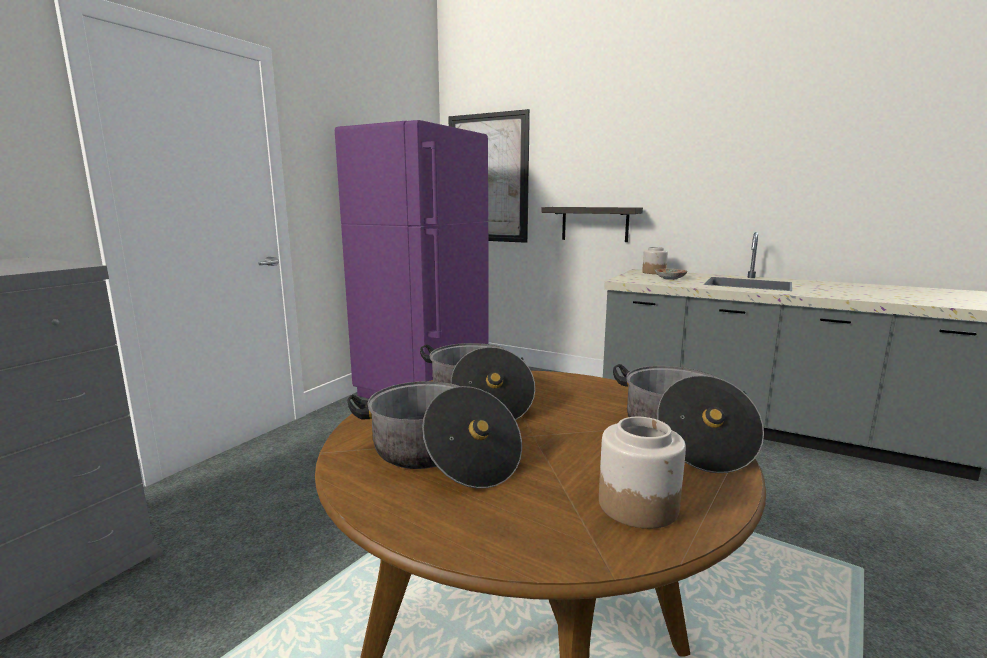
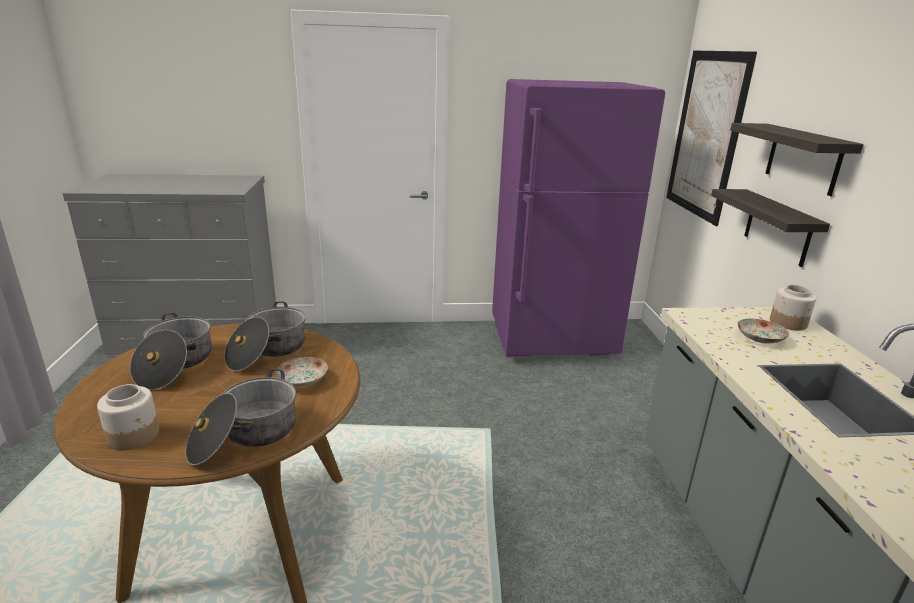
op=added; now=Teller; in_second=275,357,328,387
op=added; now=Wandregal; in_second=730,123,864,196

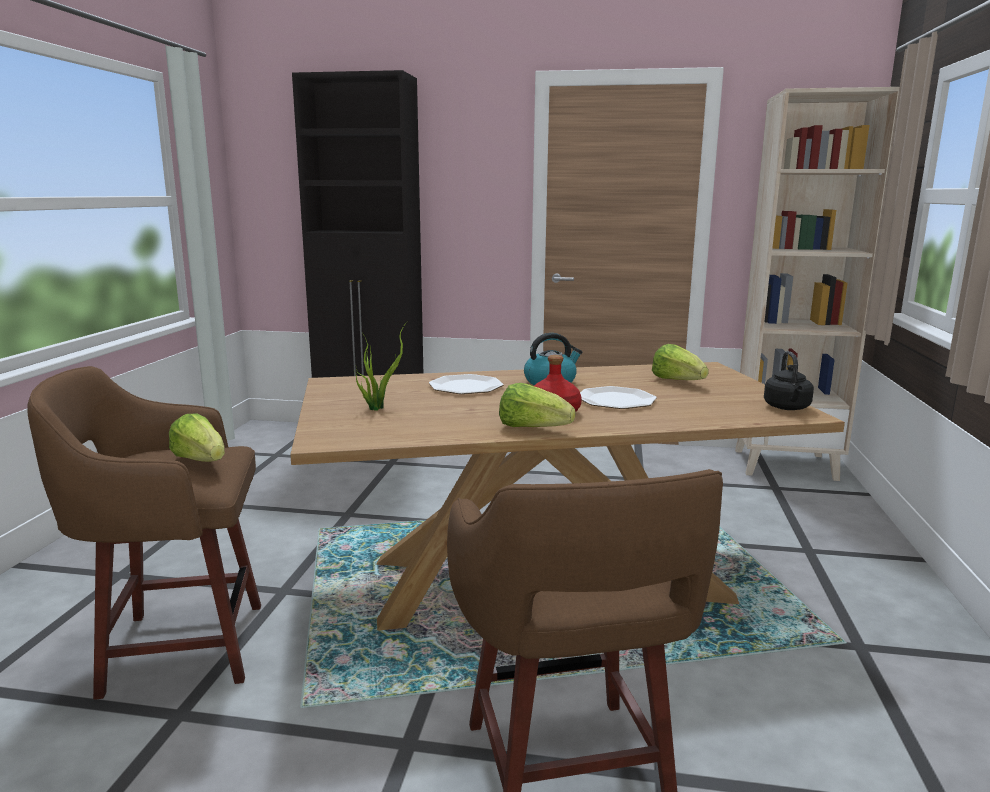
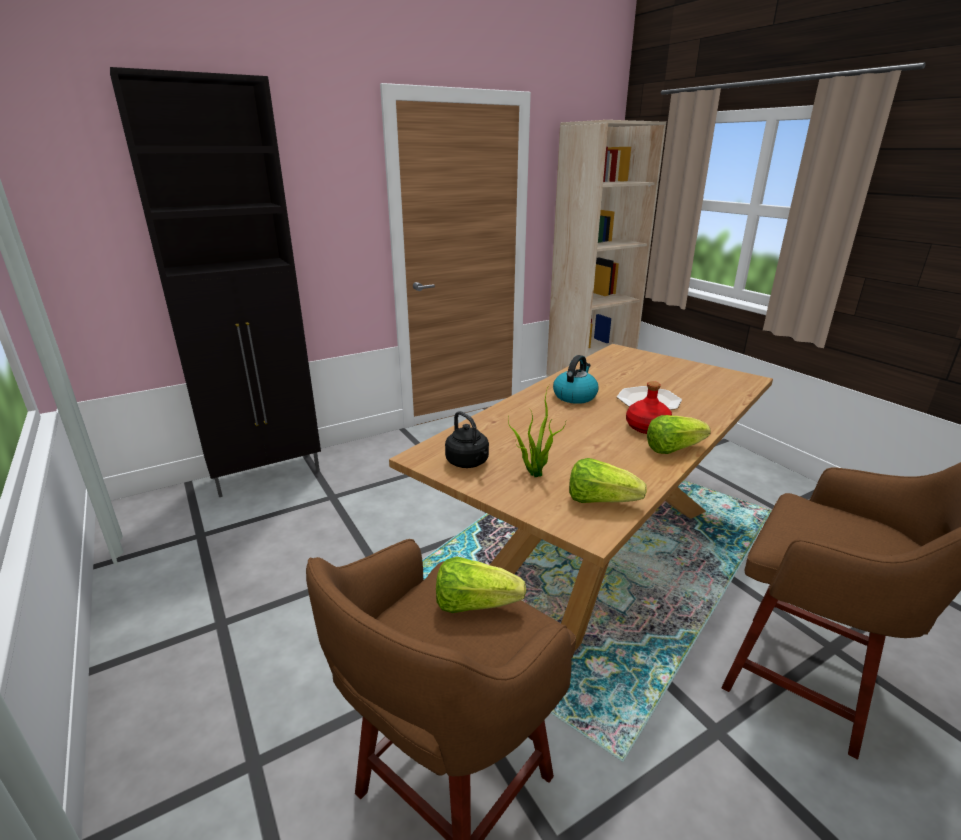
op=moved; was=Wasserkessel [schwarz]; in_first=764,351,814,410; in_second=445,411,489,468
op=moved; was=Salatkopf; in_first=652,344,709,380; in_second=569,458,647,503
op=removed; was=Teller; in_first=429,374,504,394

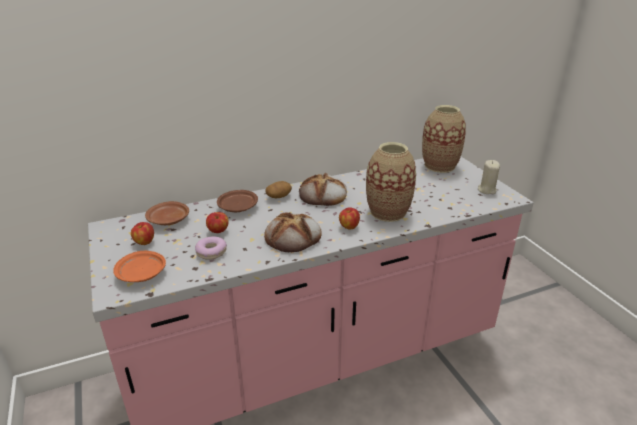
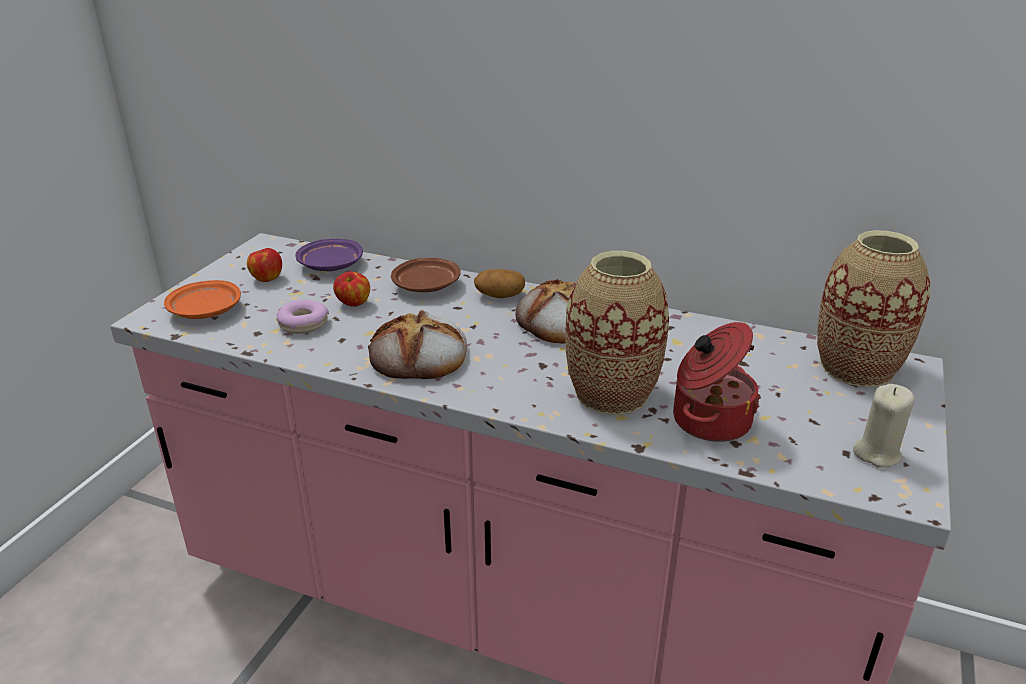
op=recoloured; was=Teller [braun]; now=Teller [lila]; in_first=145,201,189,225; in_second=295,239,363,271
op=added; now=Kochtopf; in_second=673,322,761,442
op=removed; was=Apfel; in_first=339,207,360,230

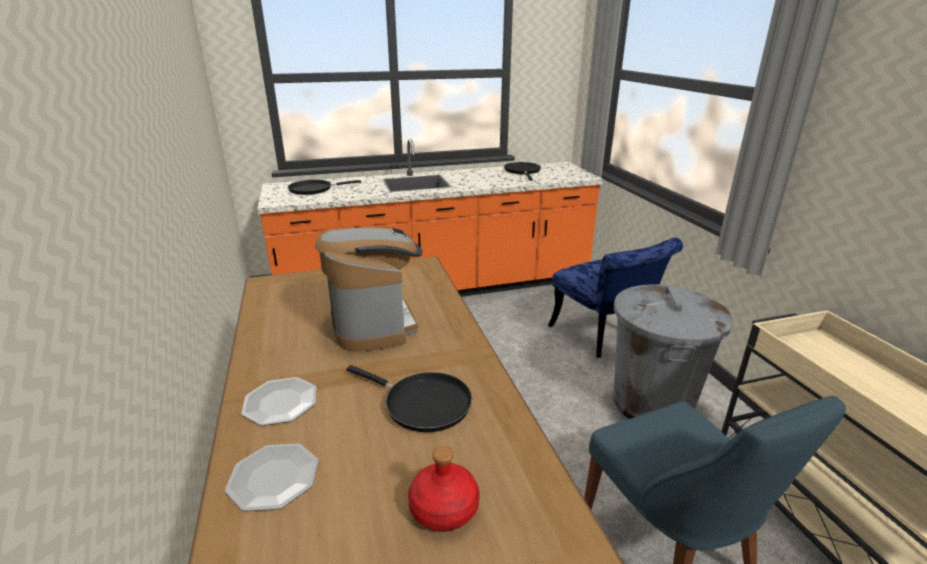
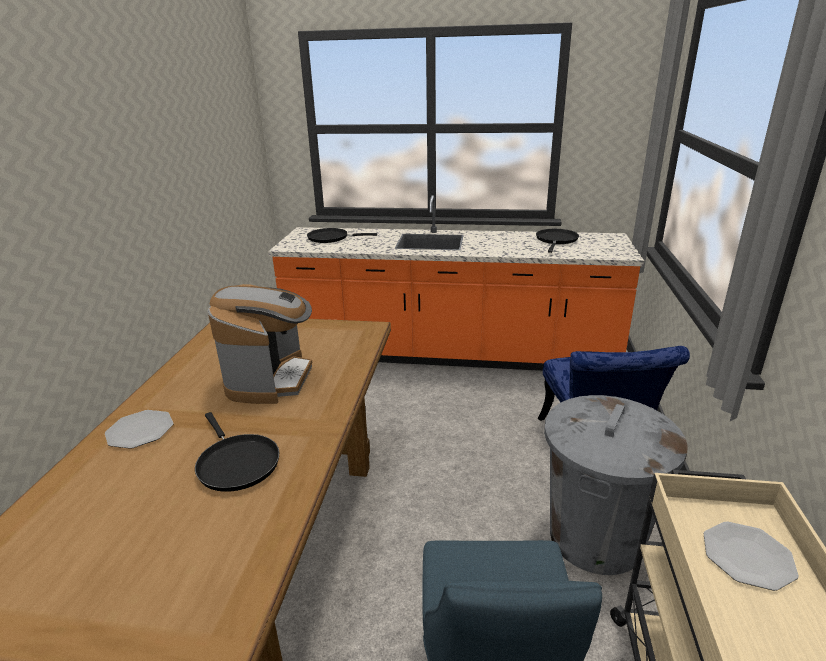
op=moved; was=Teller; in_first=225,444,319,511; in_second=703,522,799,591
op=removed; was=Flasche [rot]; in_first=408,446,480,532

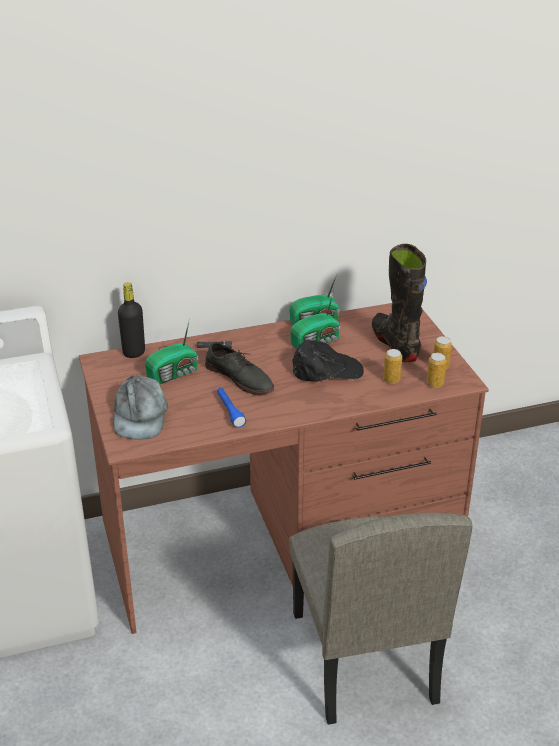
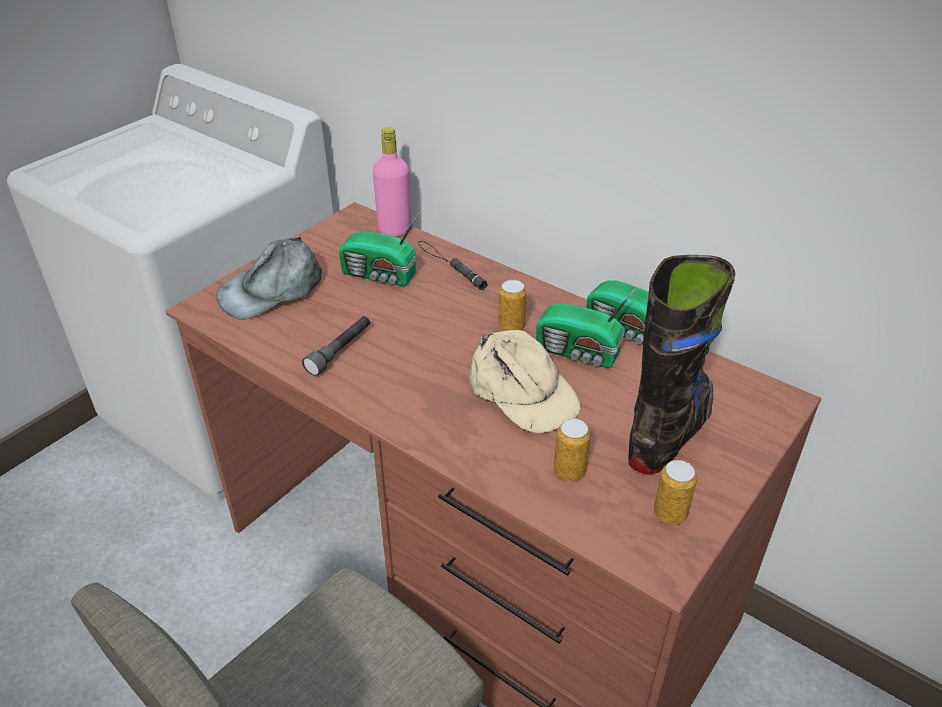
op=recoloured; was=Taschenlampe [blau]; now=Taschenlampe [grau]; in_first=217,388,246,428; in_second=302,316,370,376
op=recoloured; was=Flasche [schwarz]; now=Flasche [rosa]; in_first=118,282,145,358; in_second=372,127,411,237
op=recoloured; was=Kappe [schwarz]; now=Kappe [beige]; in_first=292,340,364,382; in_second=468,330,581,433
op=moved; was=Dose; in_first=427,353,447,388; in_second=498,280,527,331
op=removed; was=Schuh [grau]; in_first=205,342,274,395

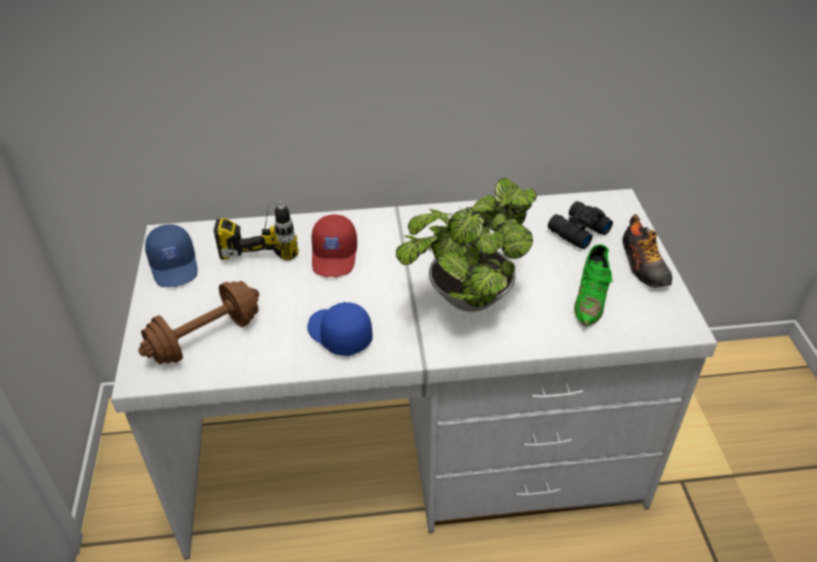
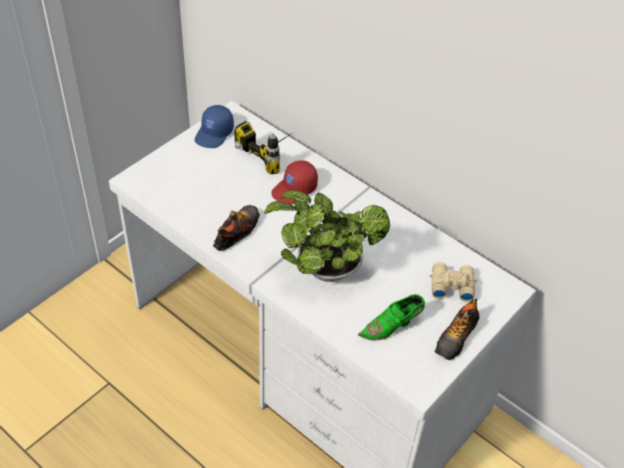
op=replaced; was=Kappe [blau]; now=Schuh; in_first=307,302,373,356; in_second=213,205,260,251
op=recoloured; was=Fernglas [schwarz]; now=Fernglas [beige]; in_first=548,201,613,249; in_second=430,262,478,302
op=removed; was=Hantel [braun]; in_first=138,281,259,364

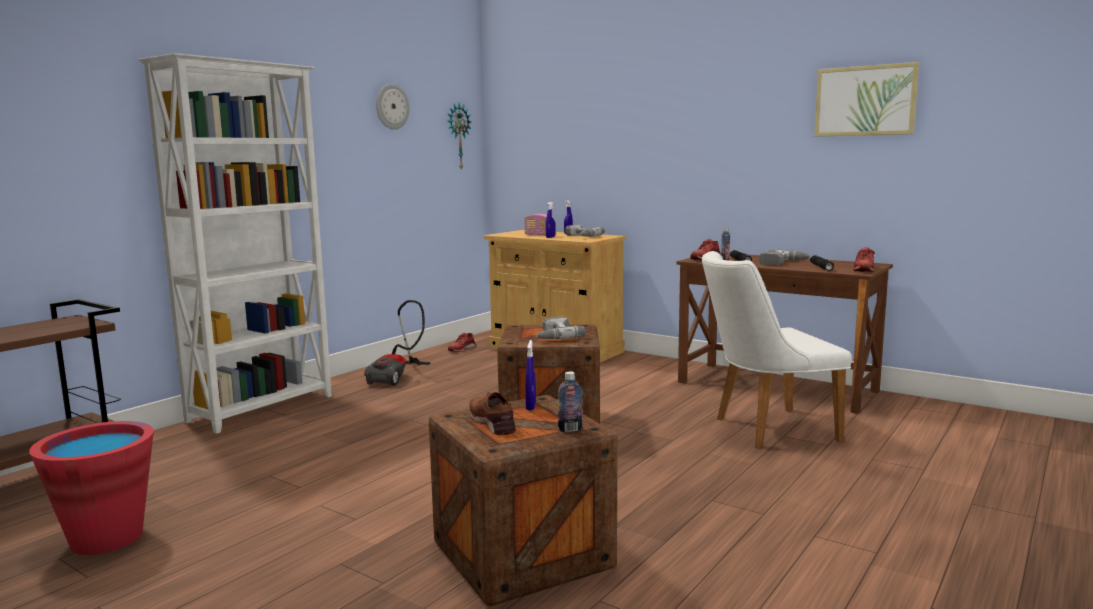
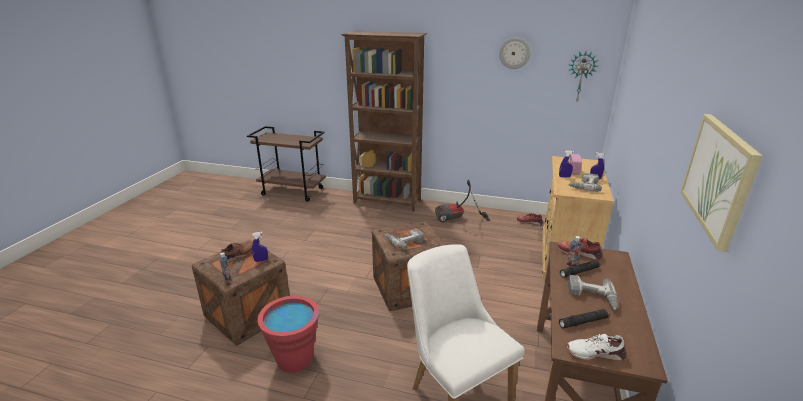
op=moved; was=Eimer [rot]; in_first=29,421,154,555; in_second=257,296,319,373
op=recoloured; was=Bücherregal [weiß]; now=Bücherregal [braun]; in_first=138,53,332,434; in_second=341,31,427,212
op=recoloured; was=Schuh [rot]; now=Schuh [weiß]; in_first=853,247,875,272; in_second=567,334,626,361

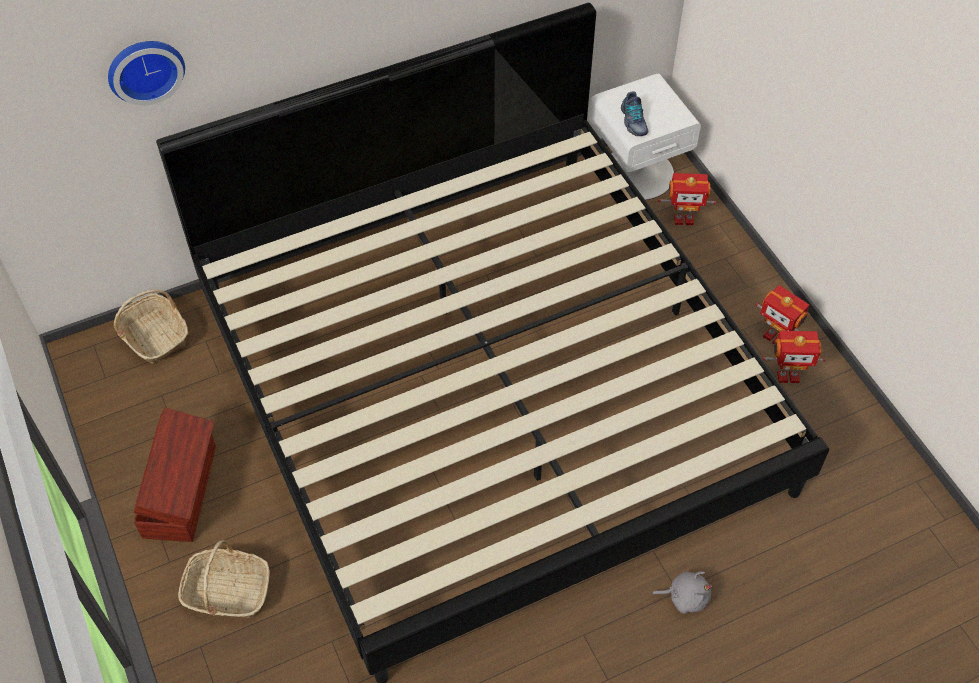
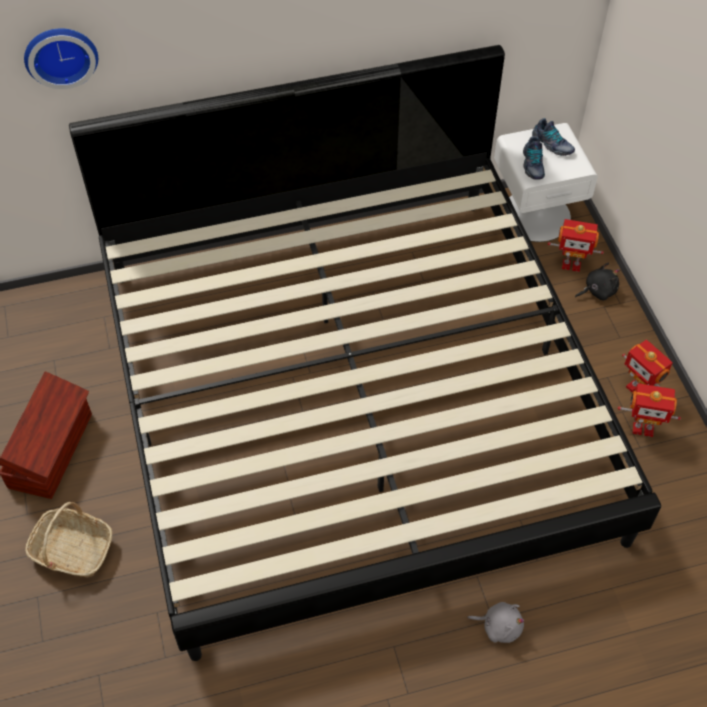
op=added; now=Schuh; in_second=532,118,575,156
op=added; now=Plüschtier [schwarz]; in_second=575,263,619,300
op=removed; was=Korb; in_first=114,289,188,364

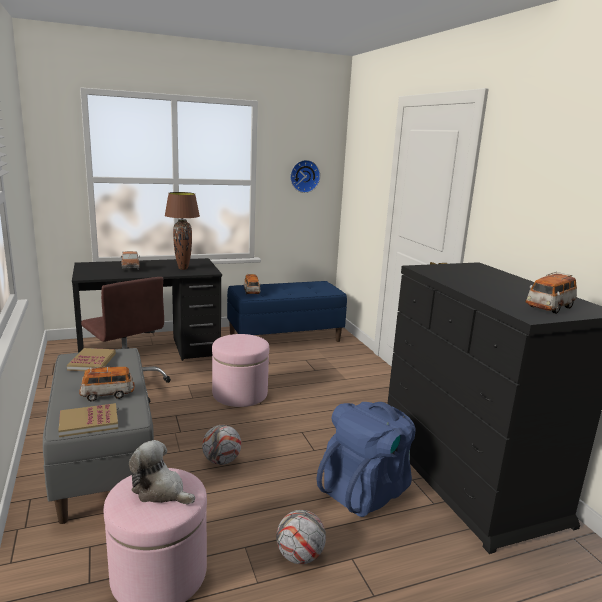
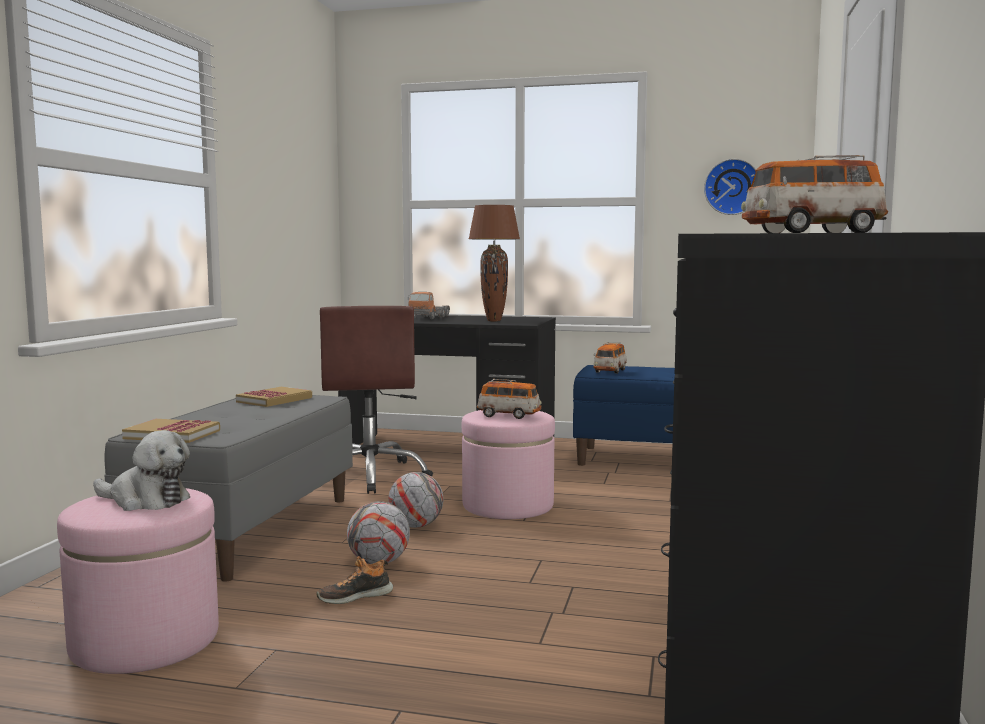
op=turned; was=Plüschtier; in_first=129,440,195,504; in_second=93,430,190,511; clockwise=135
op=added; now=Schuh; in_second=316,556,393,604
op=moved; was=Fußball; in_first=276,510,326,564; in_second=388,472,443,528
op=moved; was=Spielzeugauto; in_first=79,366,135,402; in_second=477,379,542,419
op=removed; was=Rucksack [blau]; in_first=316,402,416,517

